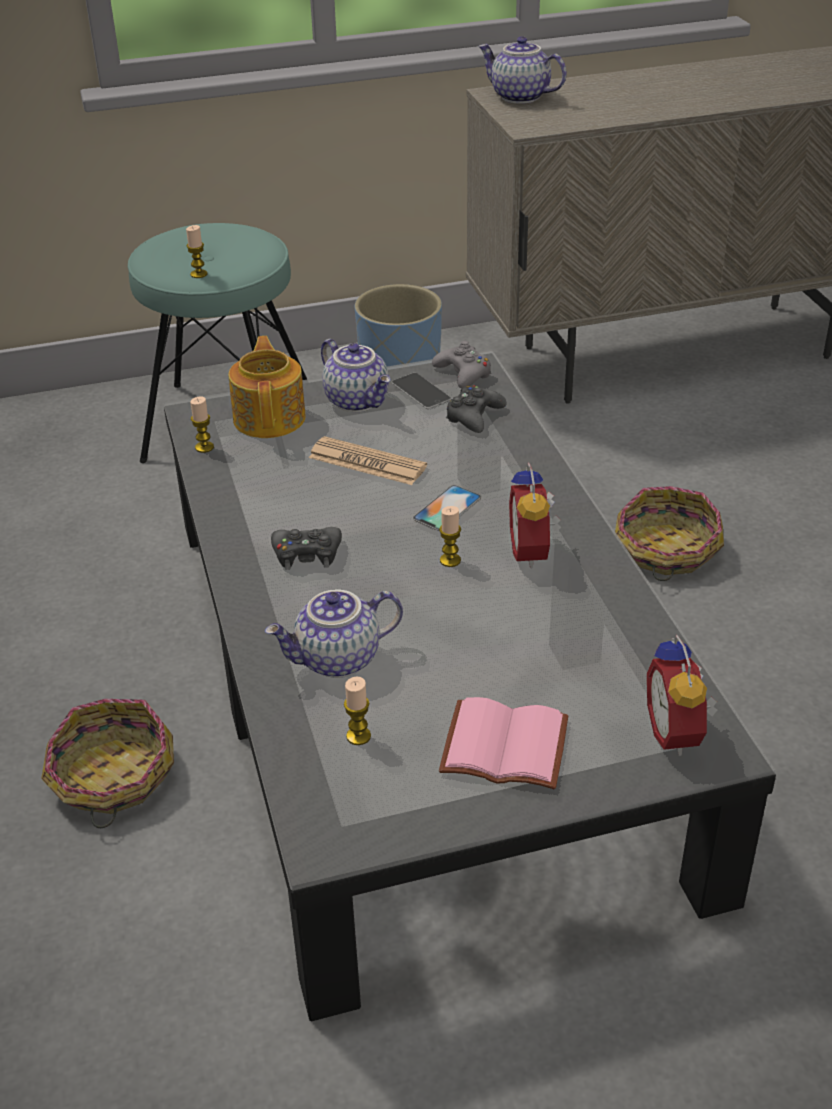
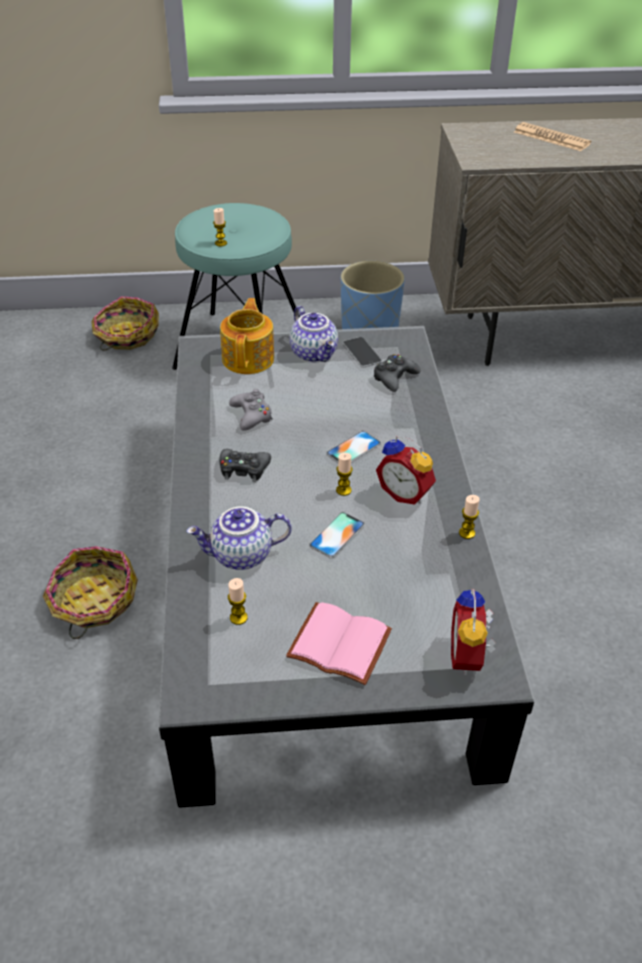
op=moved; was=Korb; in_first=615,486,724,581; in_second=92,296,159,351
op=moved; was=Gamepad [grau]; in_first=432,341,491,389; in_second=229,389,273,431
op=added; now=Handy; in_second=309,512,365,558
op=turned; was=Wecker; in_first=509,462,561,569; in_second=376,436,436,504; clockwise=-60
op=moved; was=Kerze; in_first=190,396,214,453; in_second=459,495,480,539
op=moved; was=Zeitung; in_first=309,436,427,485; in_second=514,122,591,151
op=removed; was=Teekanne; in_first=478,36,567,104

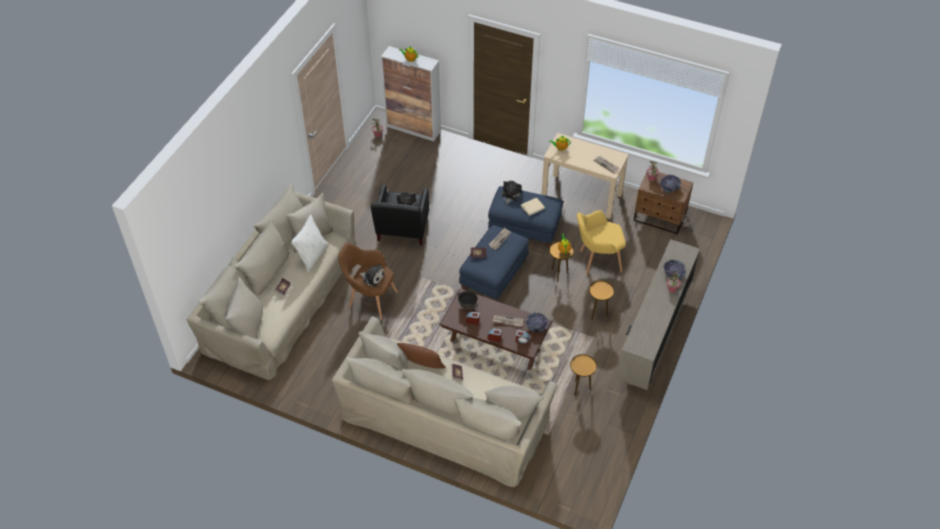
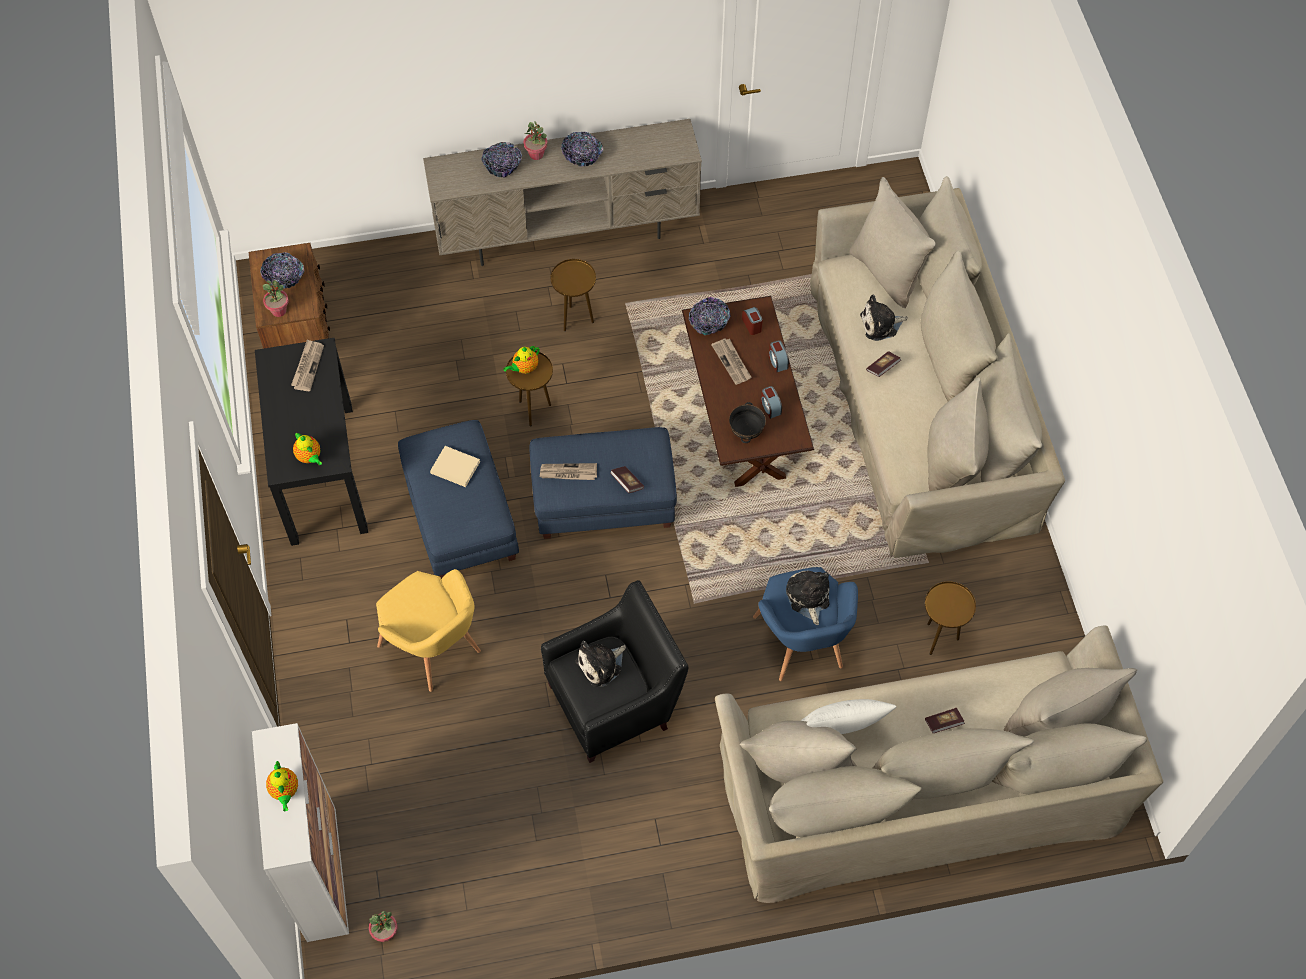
op=recoloured; was=Konsolentisch [beige]; now=Konsolentisch [schwarz]; in_first=541,133,629,219; in_second=255,338,368,546
op=moved; was=Sessel [gelb]; in_first=577,210,626,274; in_second=376,569,481,692
op=added; now=Schüssel; in_second=561,131,604,166
op=recoloured; was=Sessel [braun]; now=Sessel [blau]; in_first=338,243,398,320; in_second=753,567,858,681
op=moved; was=Plüschtier; in_first=502,181,522,205; in_second=860,295,908,341
op=moved; was=Beistelltisch [braun]; in_first=570,354,597,396; in_second=925,581,976,655
op=removed; was=Kissen [braun]; in_first=397,343,446,368

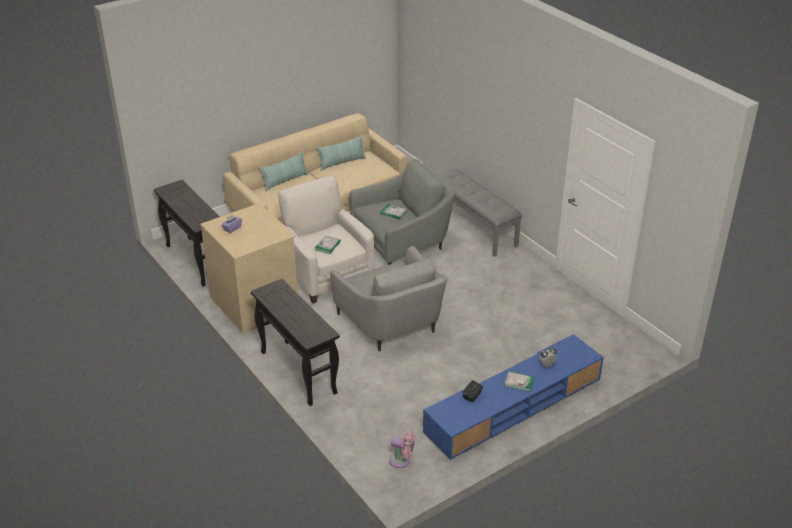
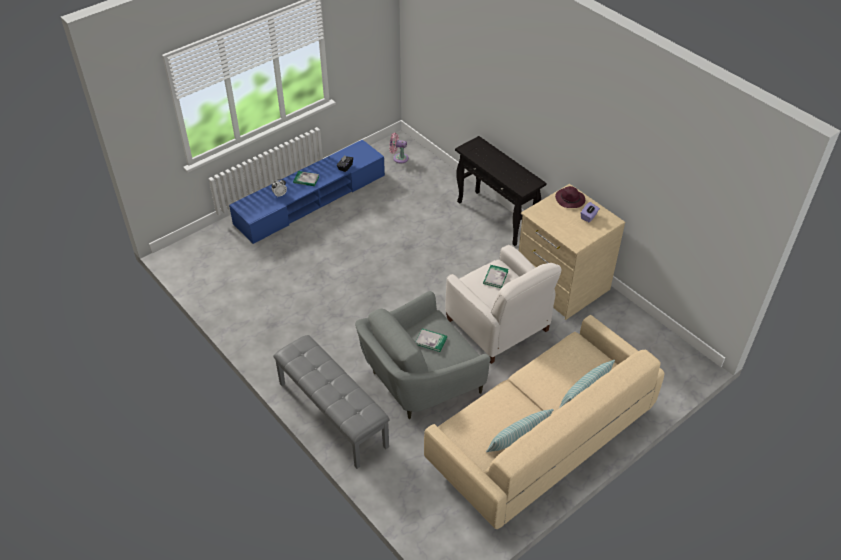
op=added; now=Hut [lila]; in_second=555,186,585,208
op=removed; was=Konsolentisch [schwarz]; in_first=154,180,220,287
op=removed; was=Sessel [grau]; in_first=330,246,447,351

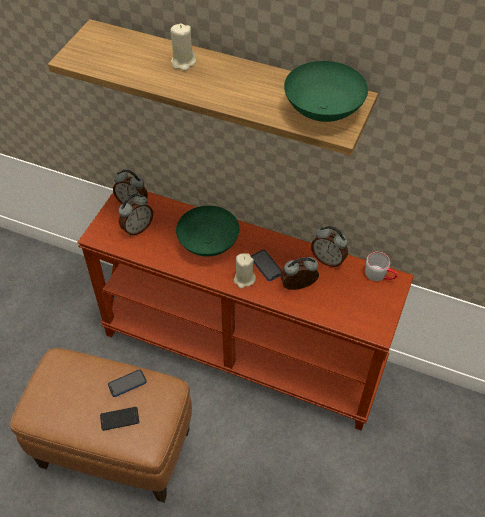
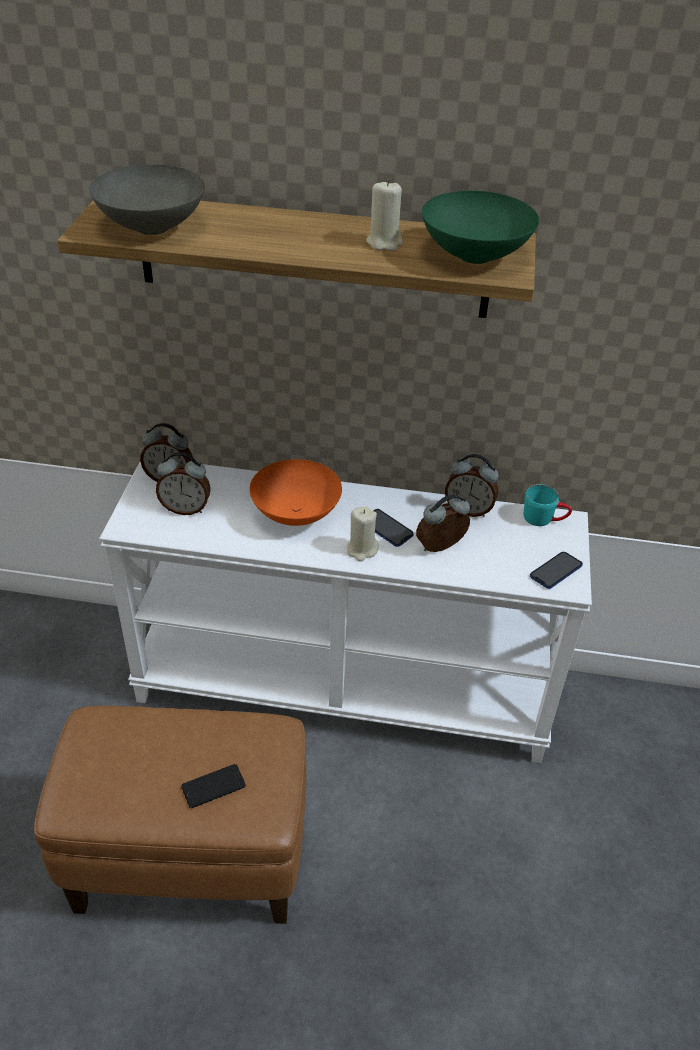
op=added; now=Schüssel [grau]; in_second=89,164,205,235
op=recoloured; was=Konsolentisch [braun]; now=Konsolentisch [weiß]; in_first=77,191,414,431; in_second=99,462,592,763
op=turned; was=Wecker; in_first=118,194,153,236; in_second=156,452,211,515; clockwise=60
op=recoloured; was=Schüssel [grün]; now=Schüssel [orange]; in_first=176,206,239,257; in_second=250,459,342,526
op=moved; was=Kerze [beige]; in_first=170,23,196,71; in_second=366,180,403,251
op=recoloured; was=Henkelbecher [grau]; now=Henkelbecher [türkis]; in_first=365,252,398,281; in_second=524,484,572,526
op=moved; was=Handy; in_first=108,369,147,397; in_second=530,552,583,589

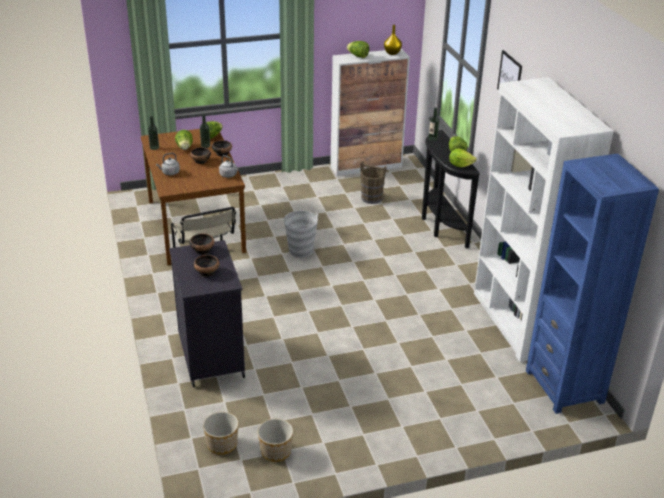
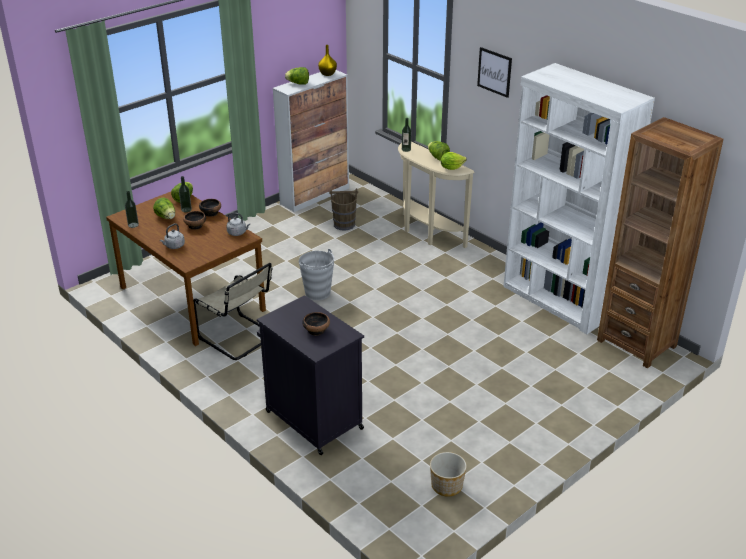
op=recoloured; was=Konsolentisch [schwarz]; now=Konsolentisch [beige]; in_first=422,130,480,249; in_second=398,141,475,248
op=recoloured; was=Bücherregal [blau]; now=Bücherregal [braun]; in_first=526,154,659,414; in_second=597,117,723,368
op=removed; was=Schüssel; in_first=189,234,215,255
op=removed; was=Pflanzkübel; in_first=203,412,239,455

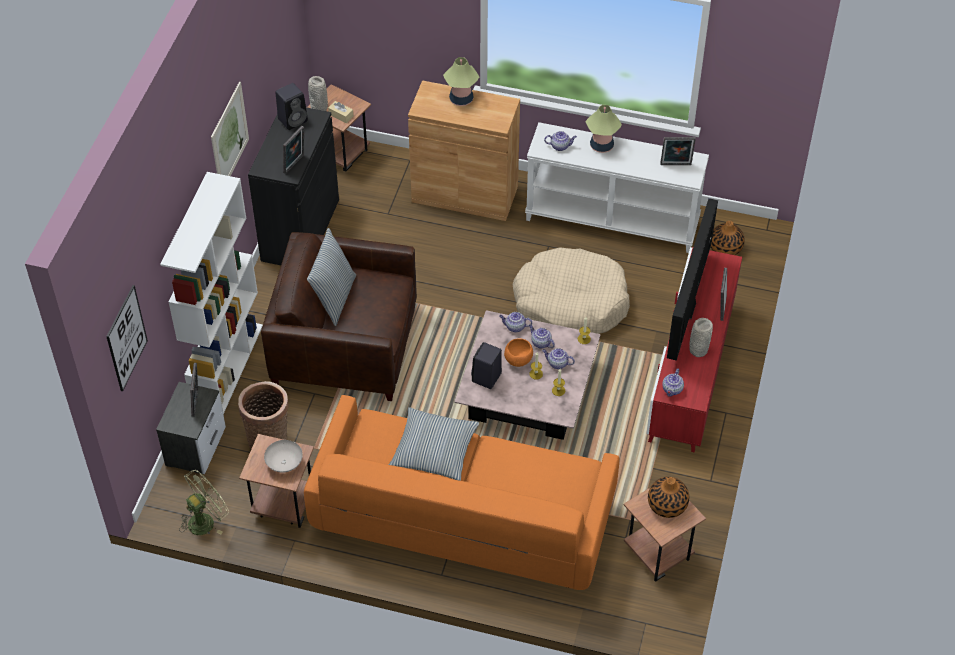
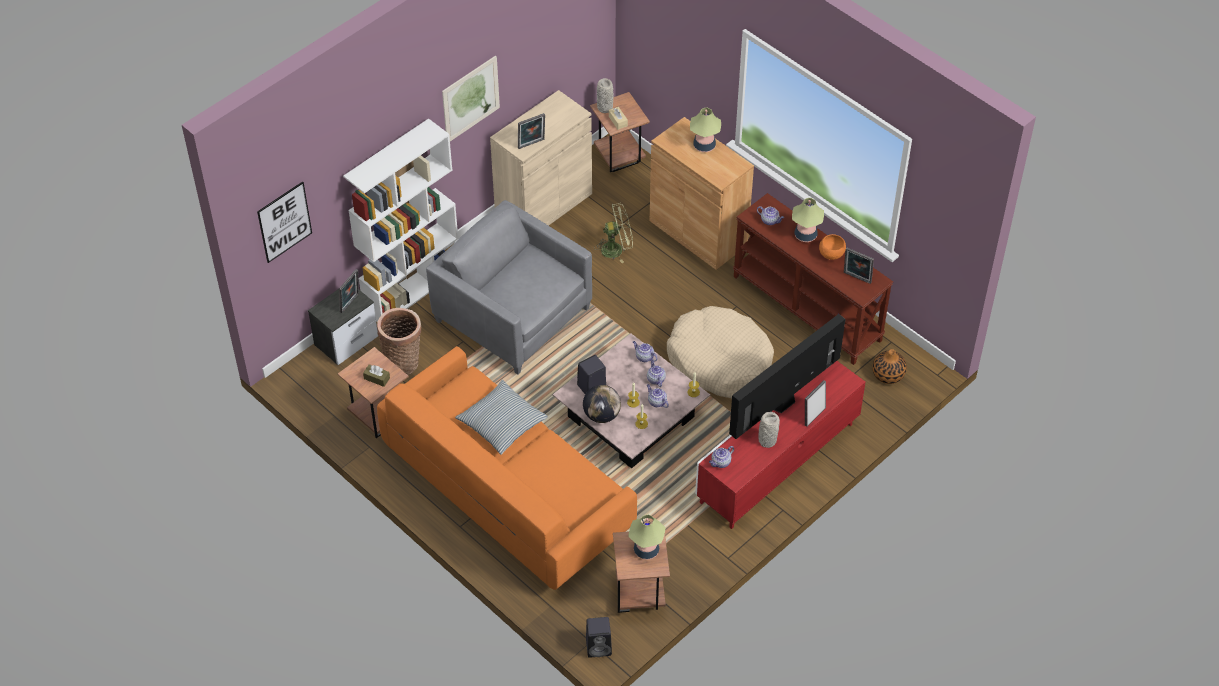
op=replaced; was=Schüssel [weiß]; now=Taschentuchbox [braun]; in_first=264,440,303,473; in_second=363,364,390,387
op=recoloured; was=Sessel [braun]; now=Sessel [grau]; in_first=261,232,417,401; in_second=426,200,592,375
op=recoloured; was=Schrank [schwarz]; now=Schrank [beige]; in_first=248,107,339,265; in_second=490,90,592,226
op=added; now=Globus; in_second=583,385,621,423
op=moved; was=Lautsprecher [schwarz]; in_first=275,83,308,130; in_second=586,617,612,657
op=moved; was=Ventilator [grün]; in_first=179,470,229,535; in_second=594,203,633,263
op=replaced; was=Vase; now=Tischlampe; in_first=648,477,689,518; in_second=628,515,666,560
op=recoloured; was=Konsolentisch [weiß]; now=Konsolentisch [braun]; in_first=525,122,709,253; in_second=733,193,893,365
op=moved; was=Schüssel [orange]; in_first=504,338,533,367; in_second=819,234,846,260
op=removed; was=Kissen; in_first=307,228,356,326

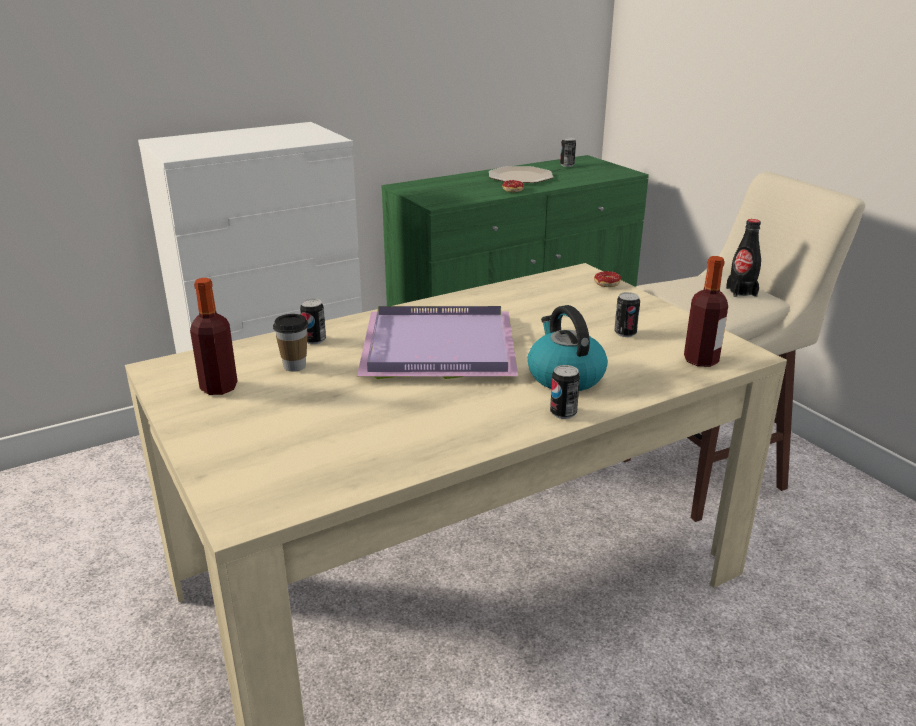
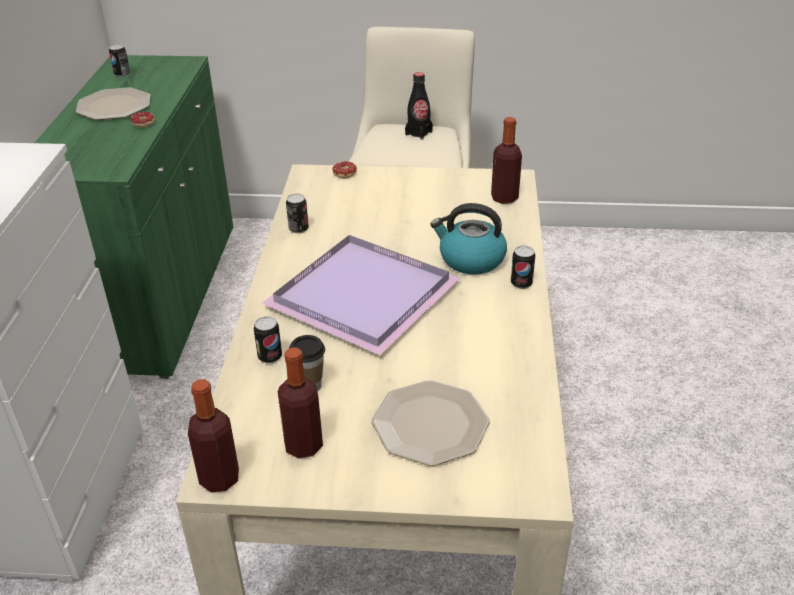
op=added; now=Flasche; in_second=188,379,239,492
op=moved; was=Dose; in_first=614,292,640,337; in_second=286,194,309,234
op=added; now=Teller; in_second=372,380,490,466

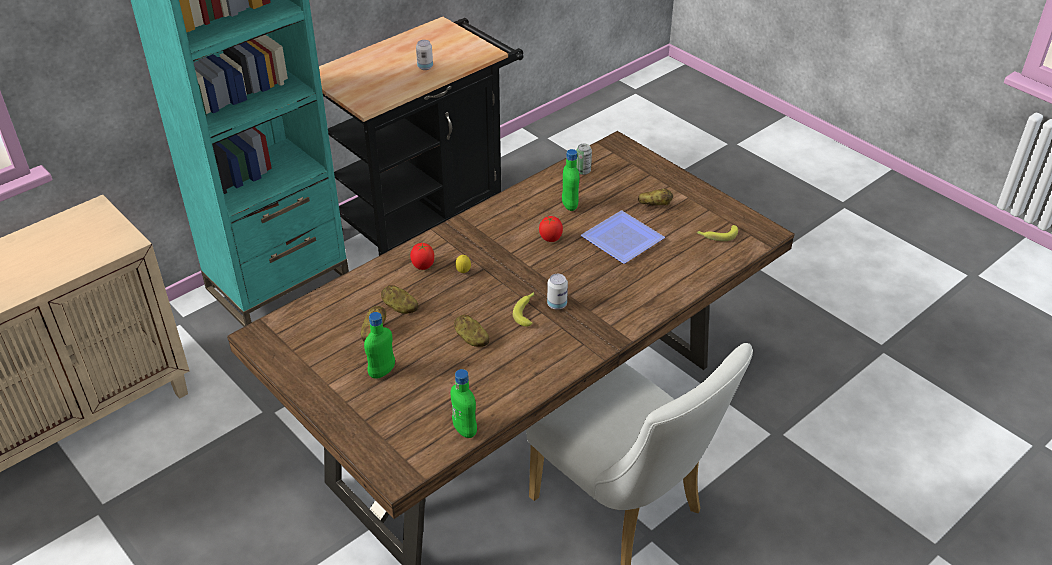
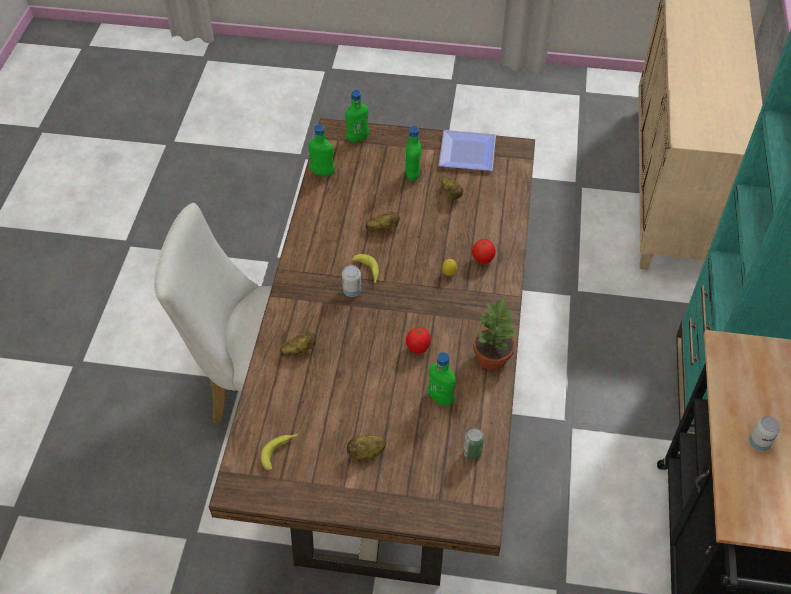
op=moved; was=Kartoffel; in_first=381,285,419,314; in_second=280,332,316,357
op=added; now=Flasche [grün]; in_second=345,90,369,143
op=moved; was=Teller; in_first=581,211,665,264; in_second=438,130,496,171
op=added; now=Topfpflanze; in_second=473,298,518,370

